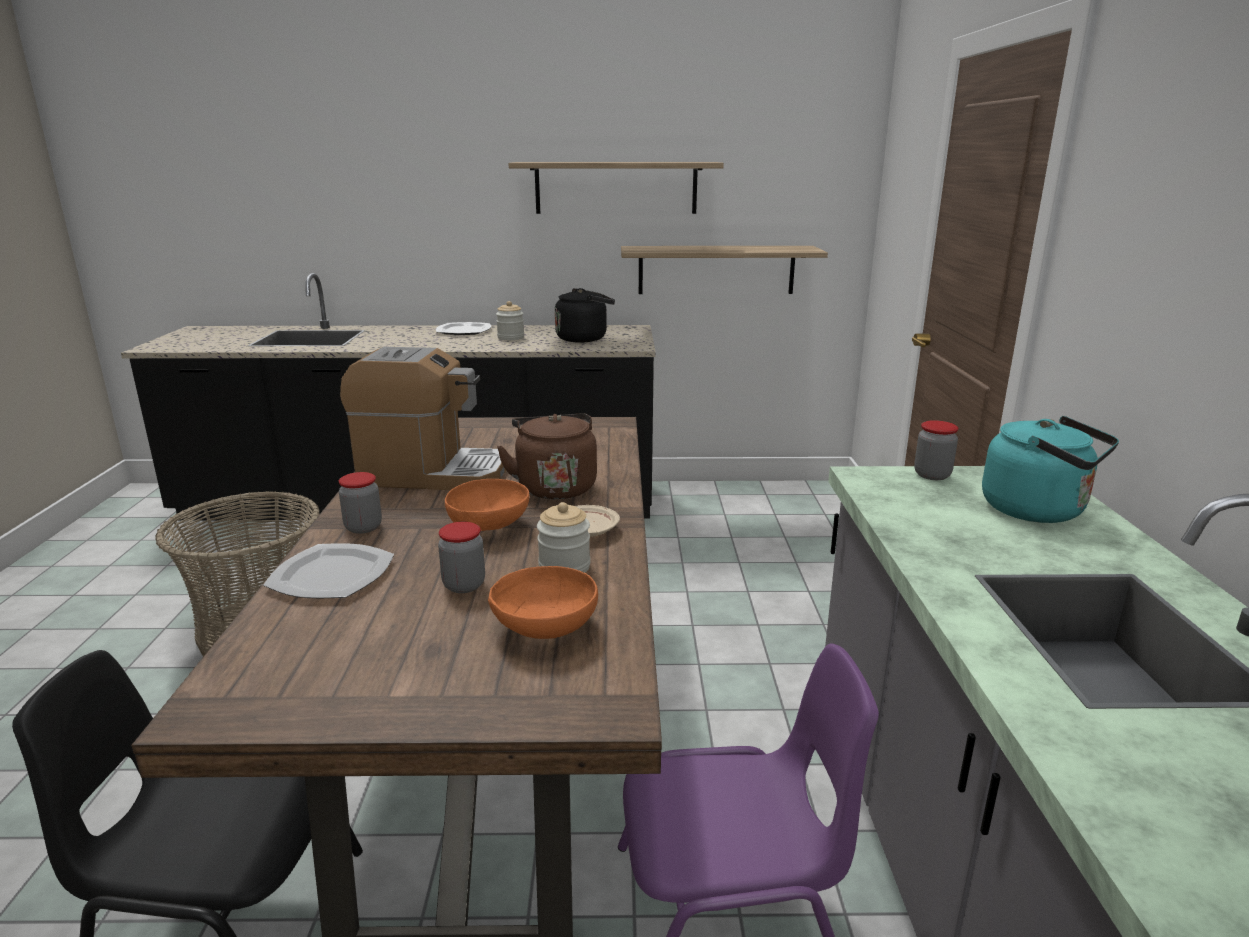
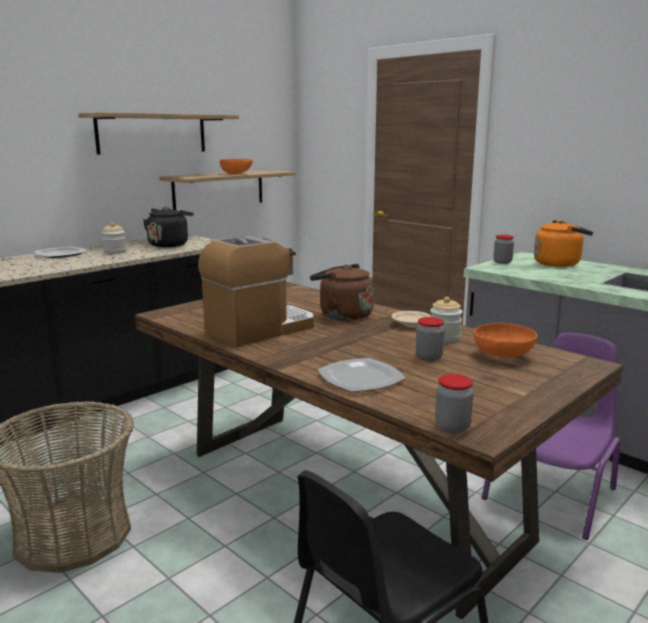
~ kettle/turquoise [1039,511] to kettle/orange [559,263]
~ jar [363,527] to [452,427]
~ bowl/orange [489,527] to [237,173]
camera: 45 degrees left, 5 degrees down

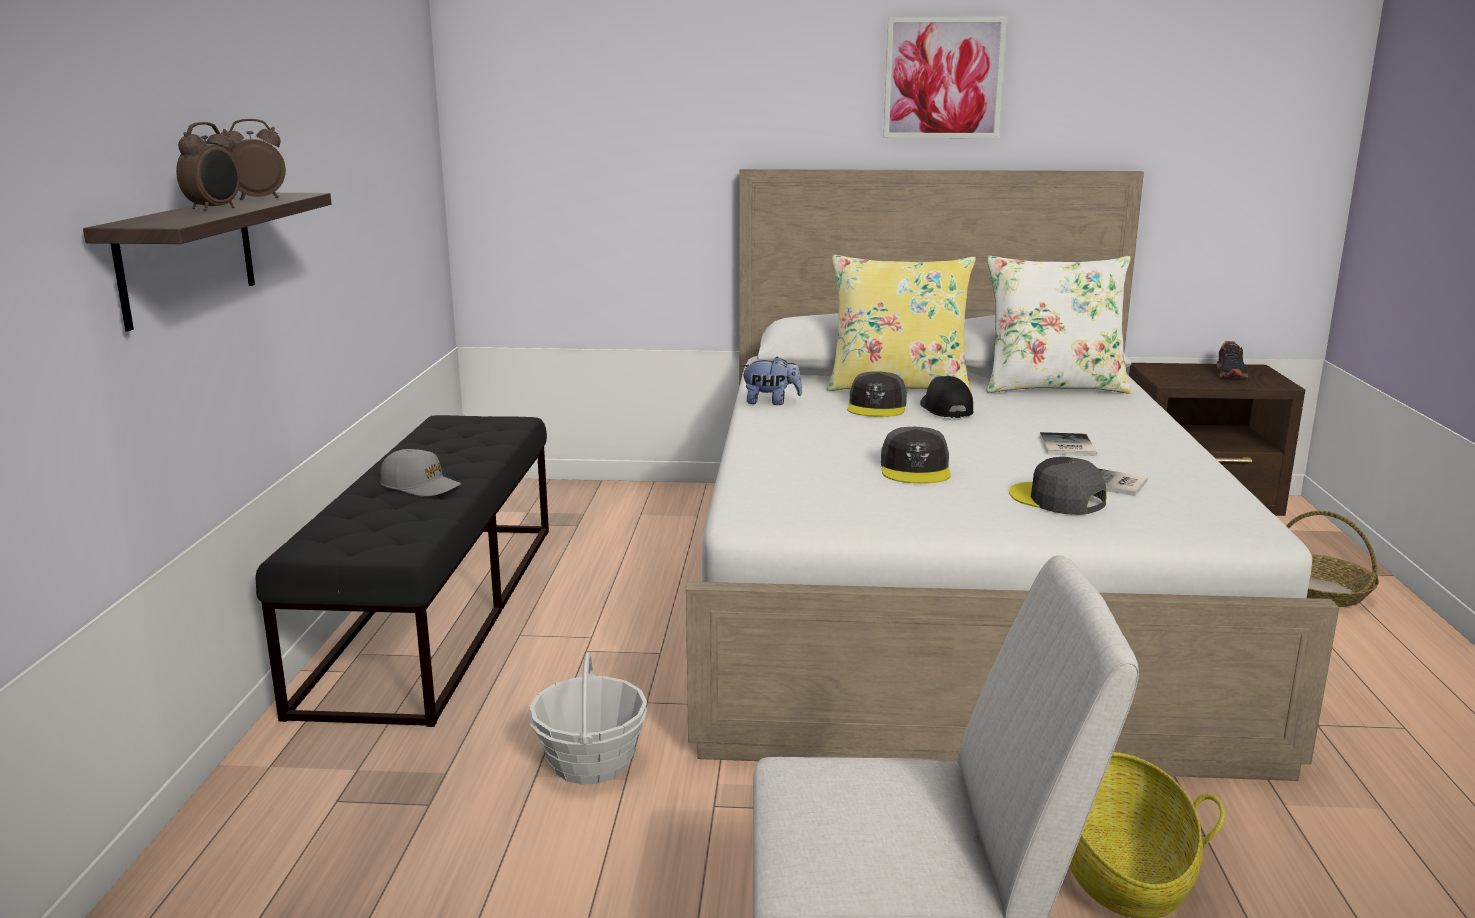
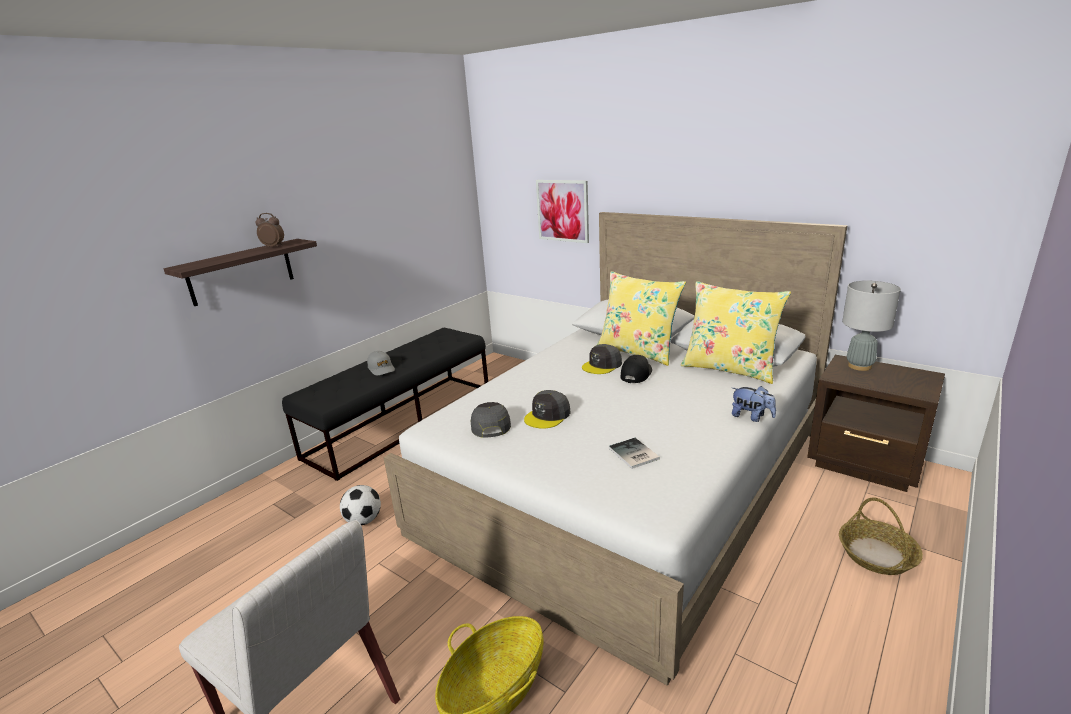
~ picture [943,78] to [563,210]
- alarm clock [215,209]
~ pillow/white [1052,387] to pillow/yellow [729,369]
- shoe [1230,373]
~ plush toy [771,402] to [751,417]
- book [1065,446]
~ cap/grey [1057,499] to [490,424]
~ basket [591,763] to football [364,520]
+ table lamp/grey [859,366]
camera: 35 degrees right, 5 degrees up

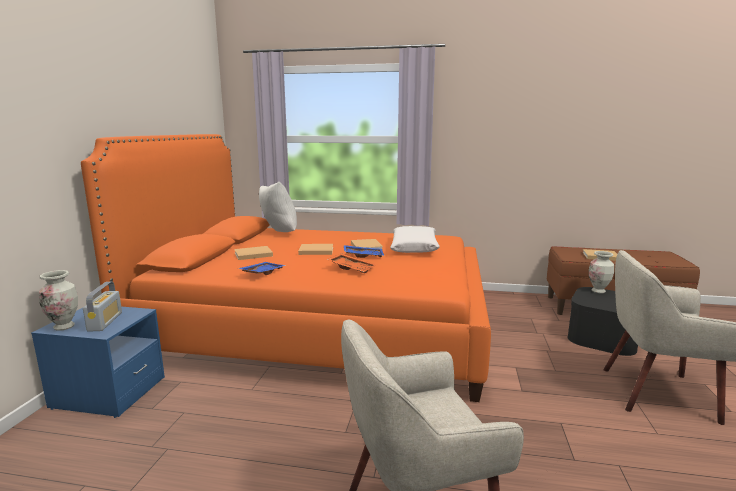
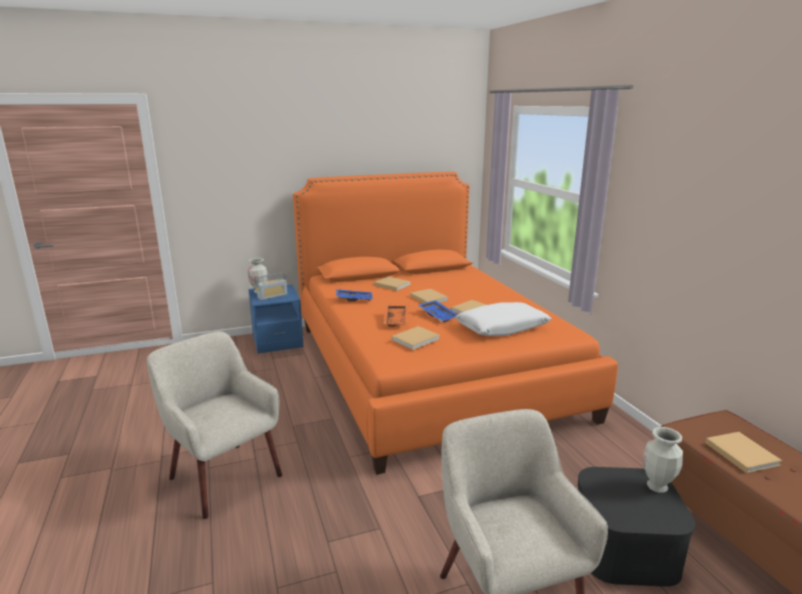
- pillow/white [278,233]
+ book/beige [416,339]
camera: 60 degrees right, 5 degrees up

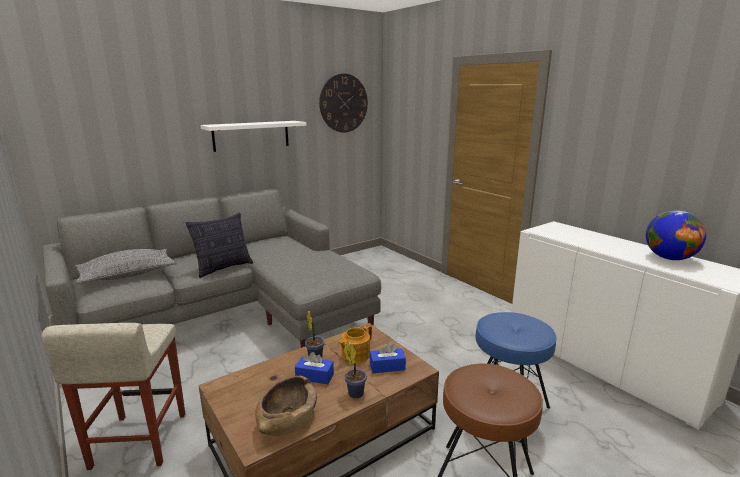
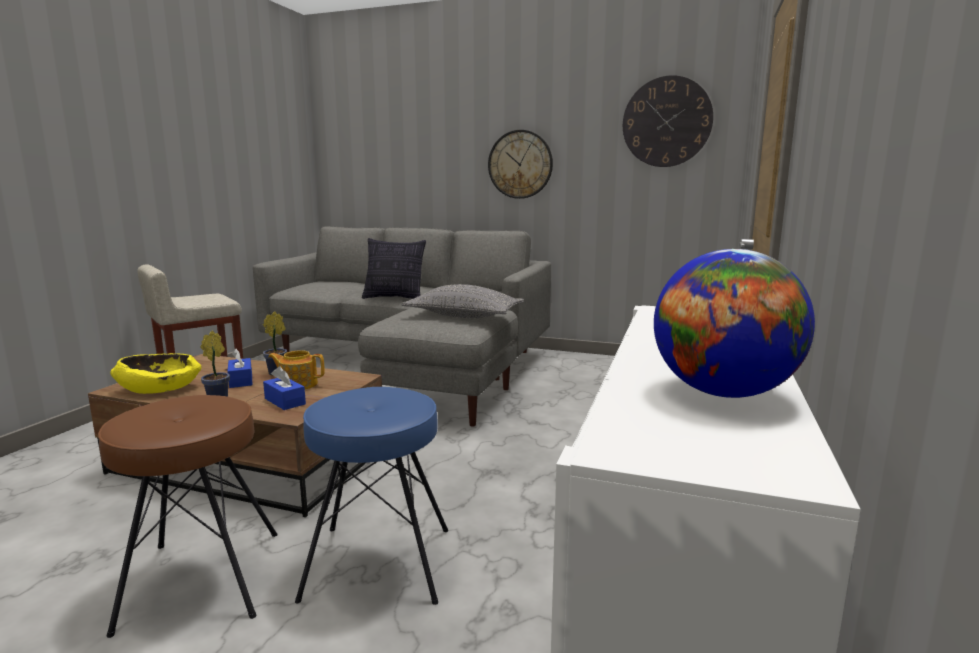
~ shelf/white [251,135] to wall clock [520,164]
~ pillow/grey [128,275] to [464,316]
~ bowl/brown [287,419] to bowl/yellow [160,389]
camera: 55 degrees right, 5 degrees down

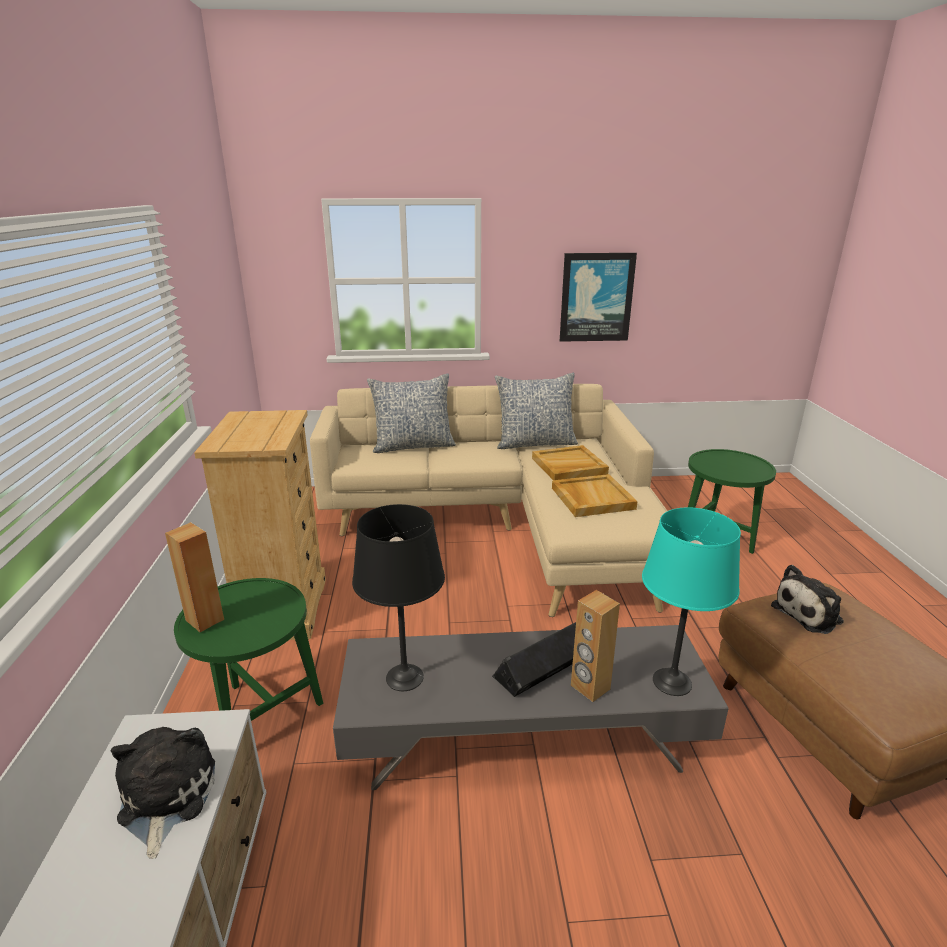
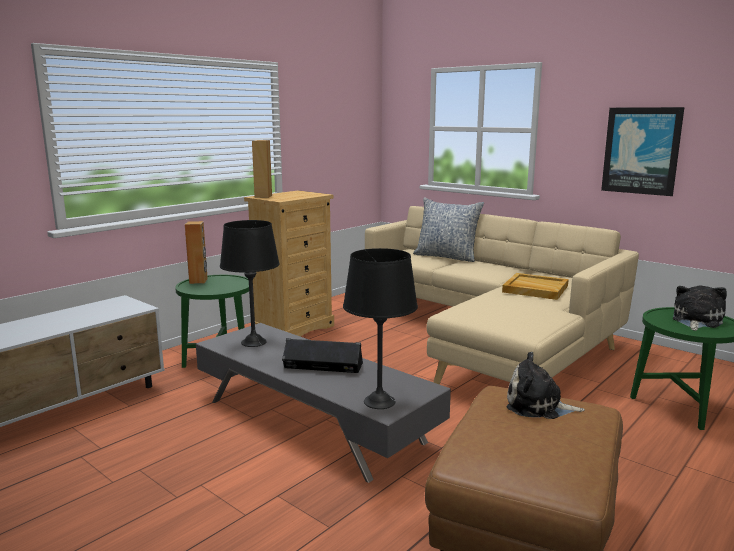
- pillow [535,443]
- tray/beige [591,498]
~ table lamp/turquoise [672,682] to table lamp/black [379,402]
~ speaker/brown [590,687] to [263,196]
~ plush toy [165,798] to [696,320]
camera: 45 degrees right, 10 degrees down

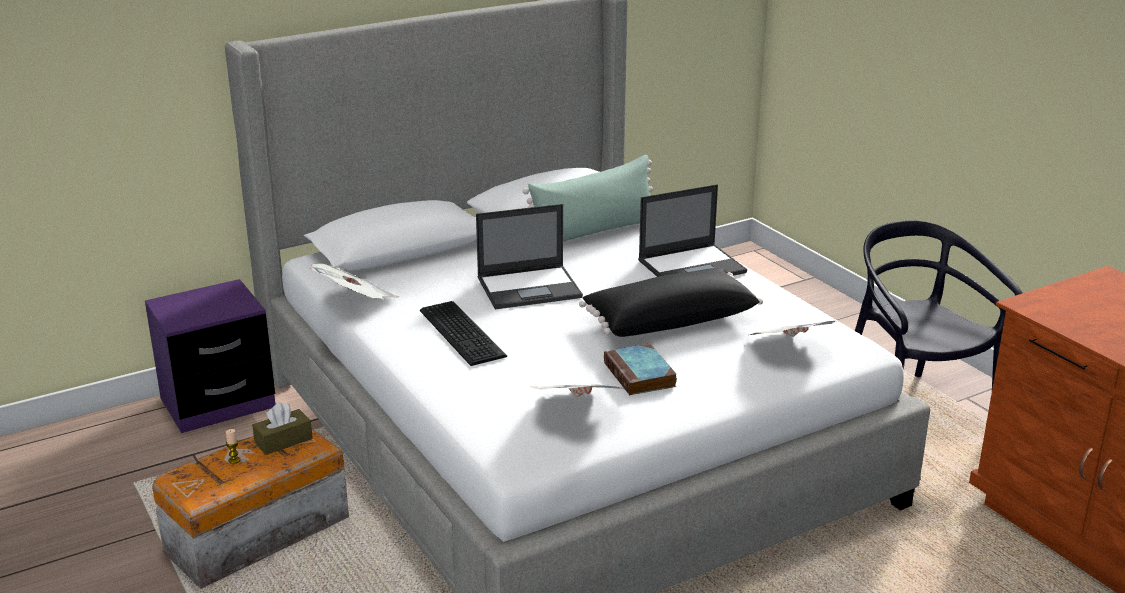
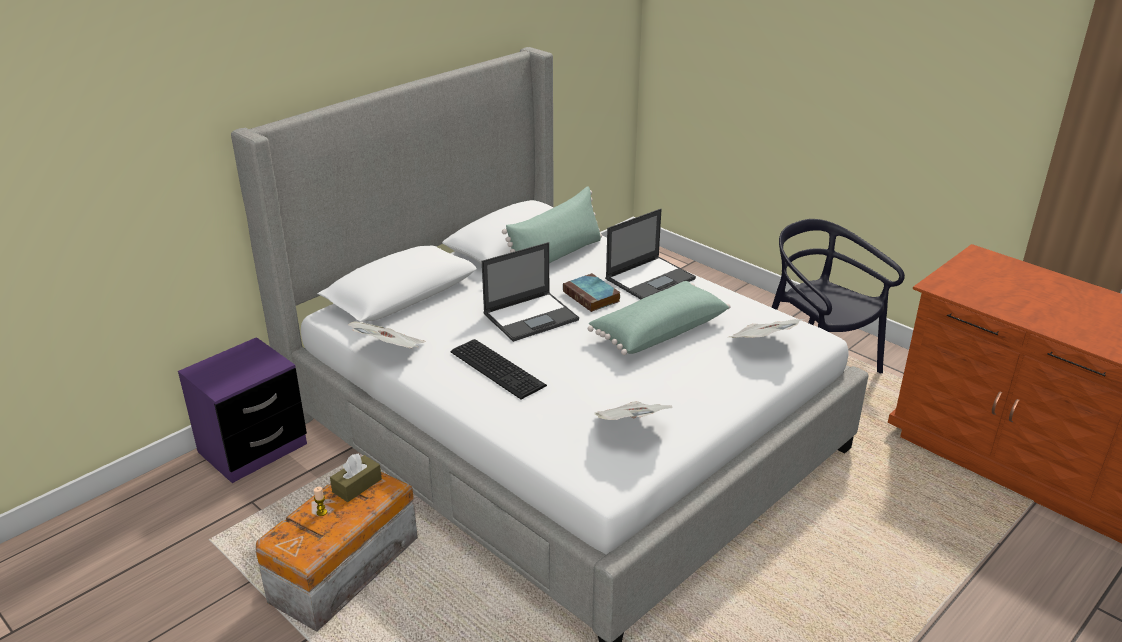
~ pillow/black [669,320] to pillow/green [657,331]
~ book [640,375] to [592,297]
camera: 15 degrees left, 5 degrees up

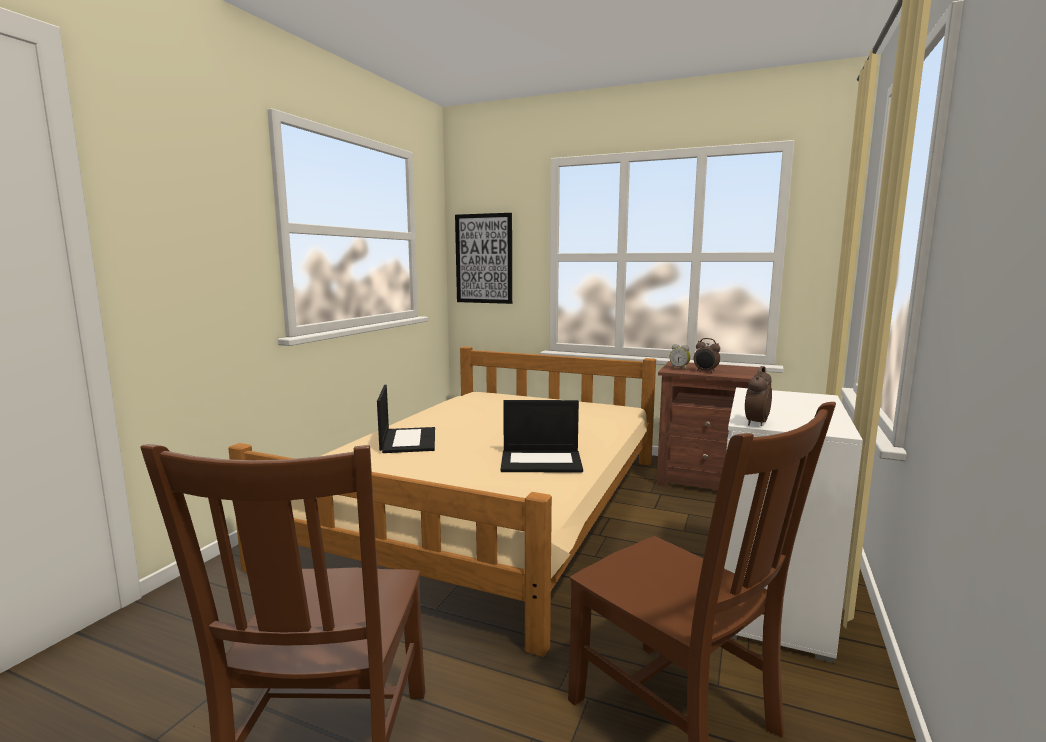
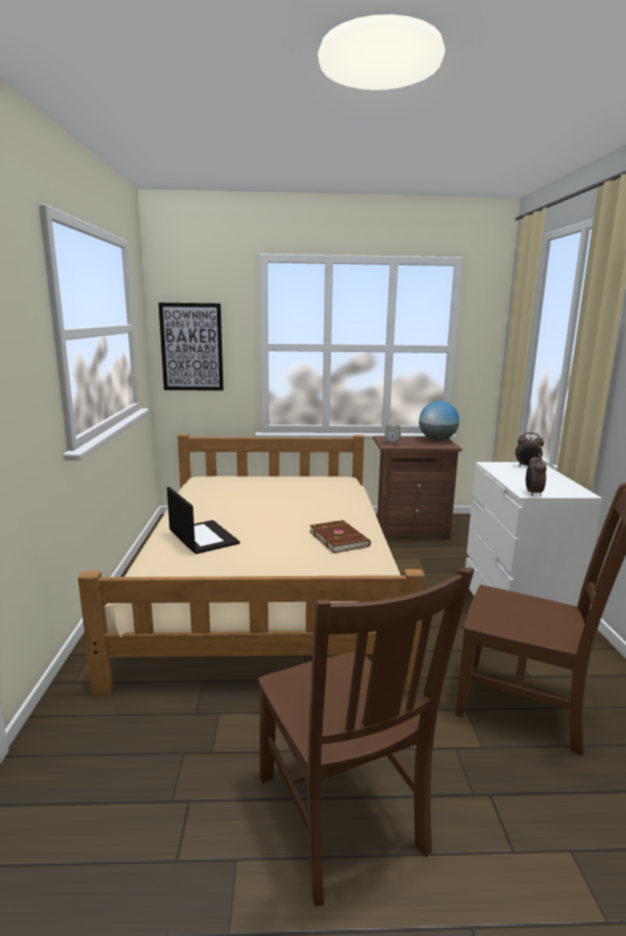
~ alarm clock [705,371] to [527,466]
~ laptop [542,461] to book/brown [339,538]
+ globe [437,440]
camera: 25 degrees left, 5 degrees up

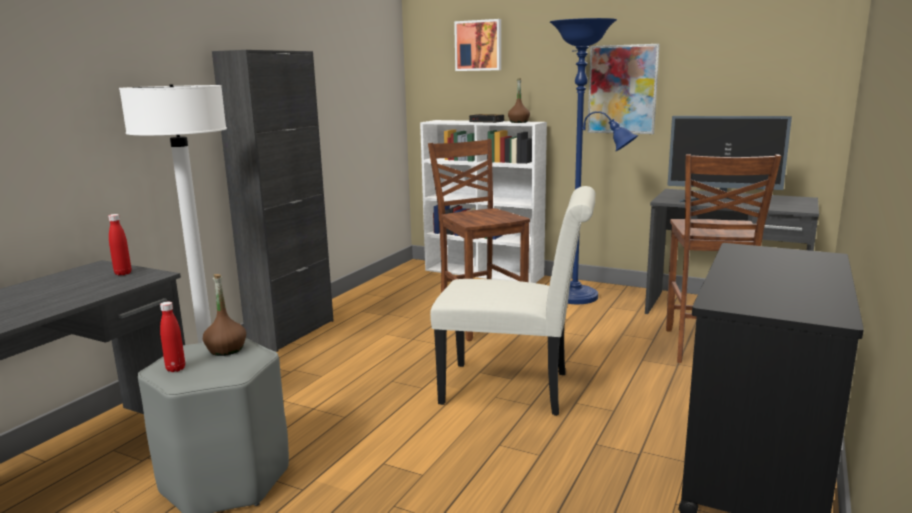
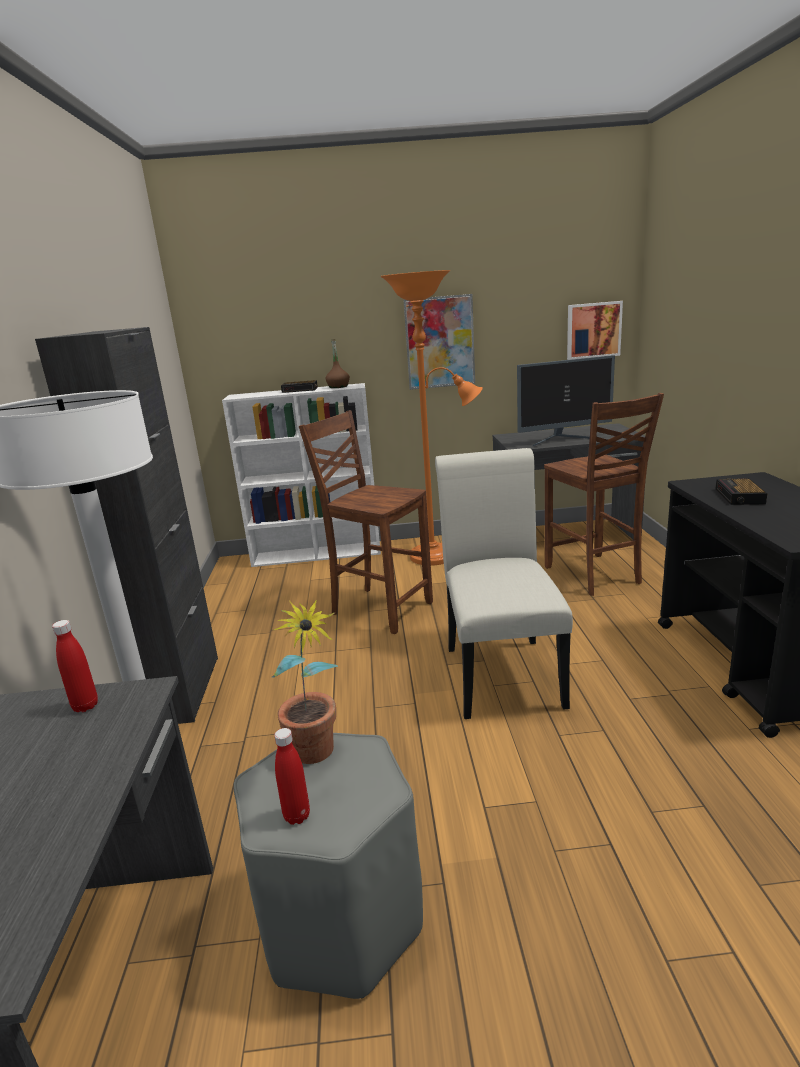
~ floor lamp/blue [581,297] to floor lamp/orange [439,555]
~ picture [479,45] to [593,330]
~ chair/white [515,389] = [500,670] 75 degrees counterclockwise
~ bottle/brown [226,349] to potted plant [317,757]
+ alarm clock [740,496]
camera: 30 degrees left, 5 degrees up

